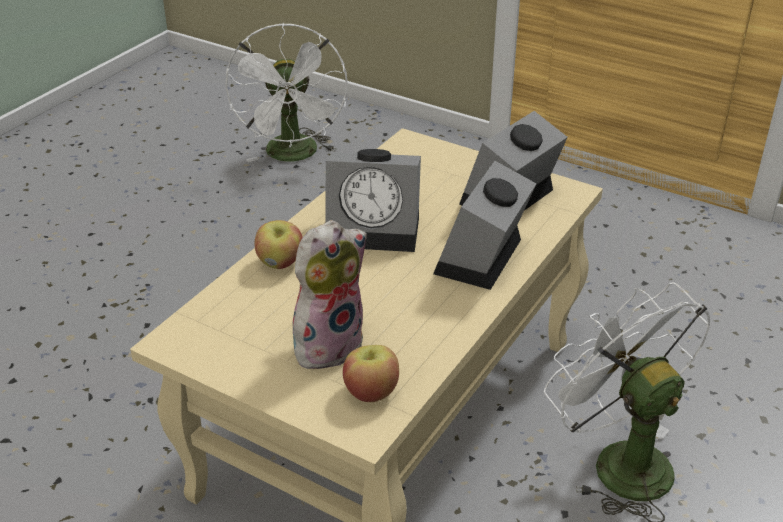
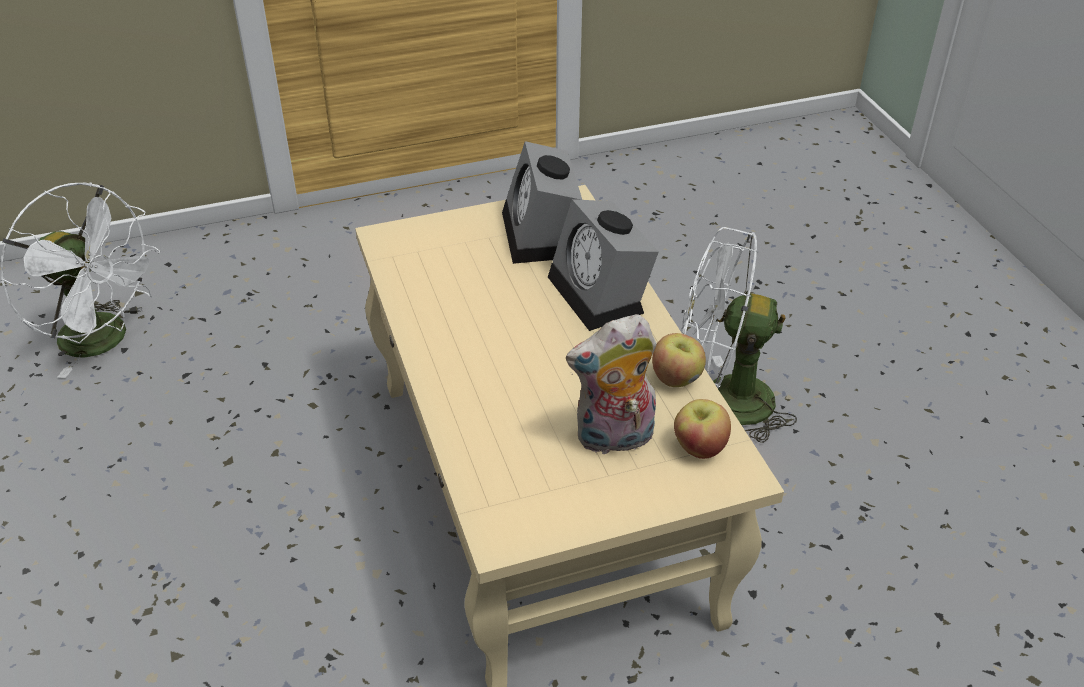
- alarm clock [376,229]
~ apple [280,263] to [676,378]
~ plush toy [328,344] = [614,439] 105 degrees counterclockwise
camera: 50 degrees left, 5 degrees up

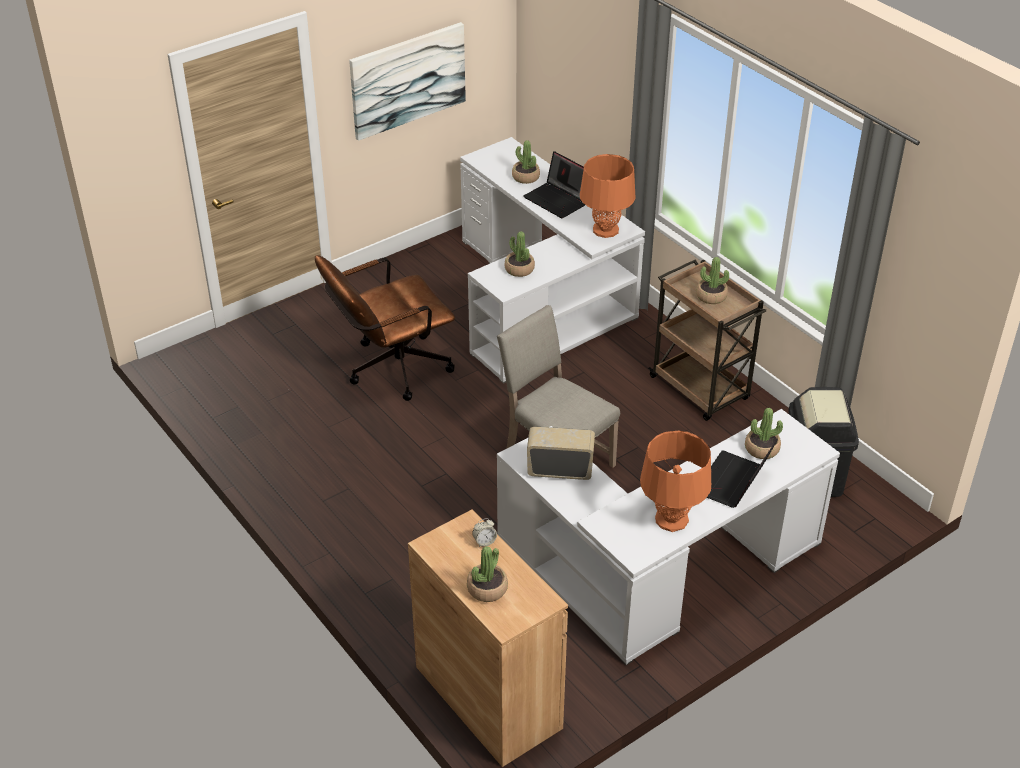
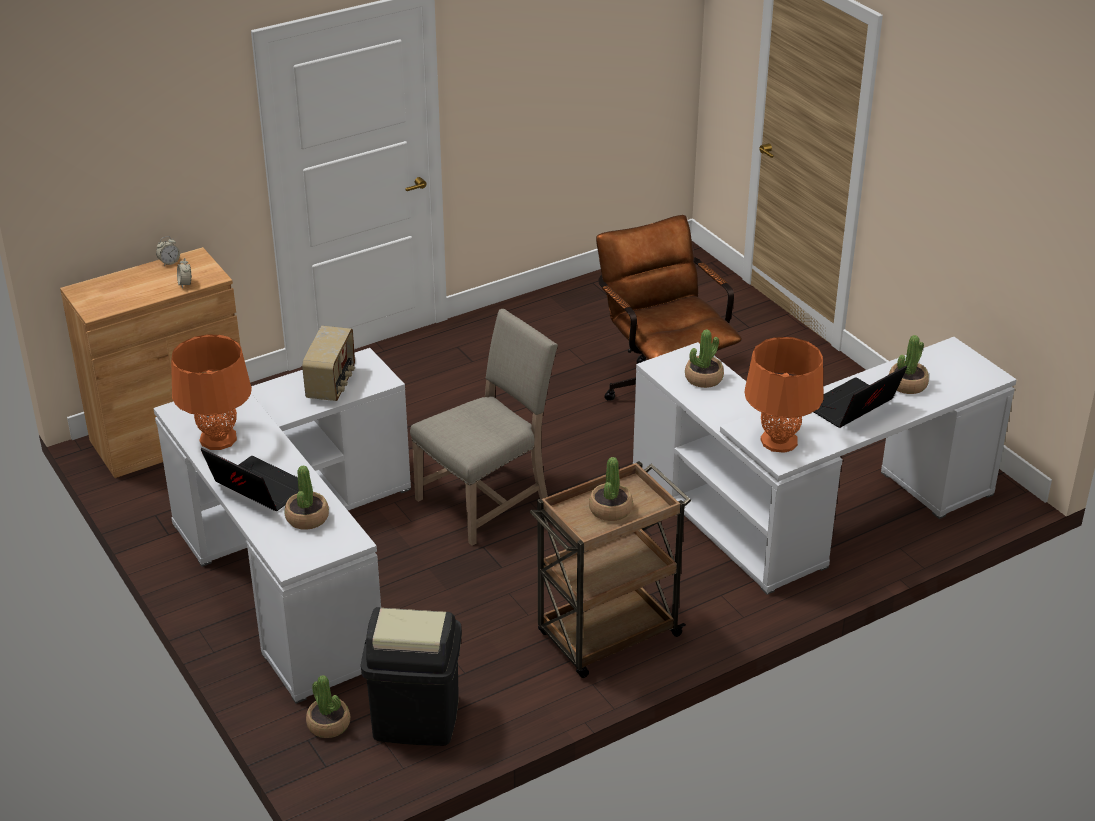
- picture [408,80]
~ potted plant [487,588] to [329,724]
+ alarm clock [169,262]
camera: 95 degrees right, 5 degrees down

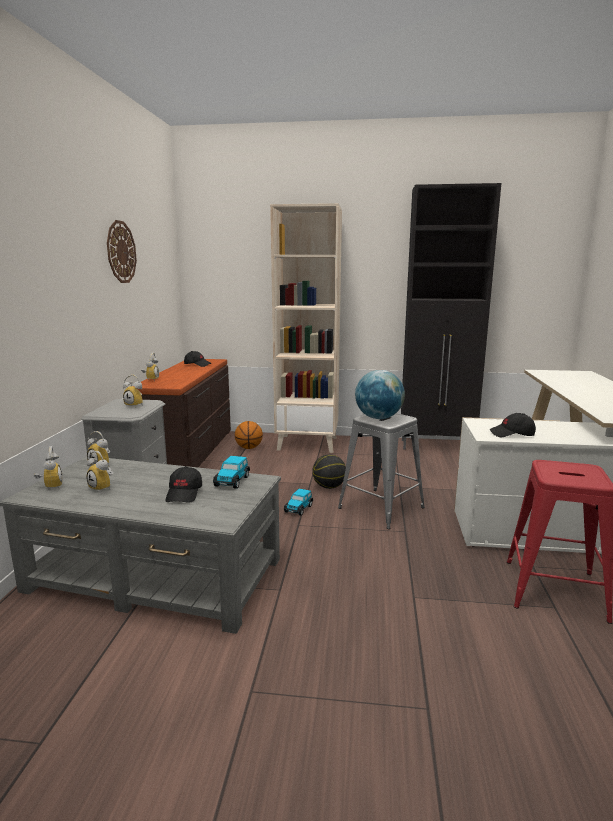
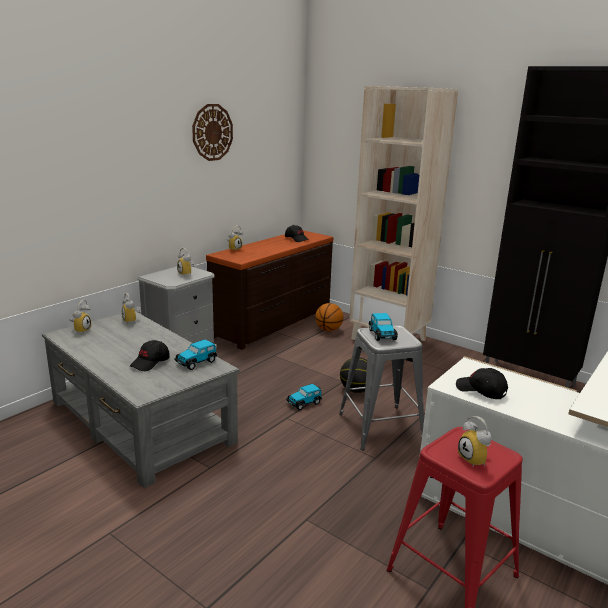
~ globe [378,418] to toy car [382,334]
~ alarm clock [103,488] to [476,460]
camera: 30 degrees right, 5 degrees up

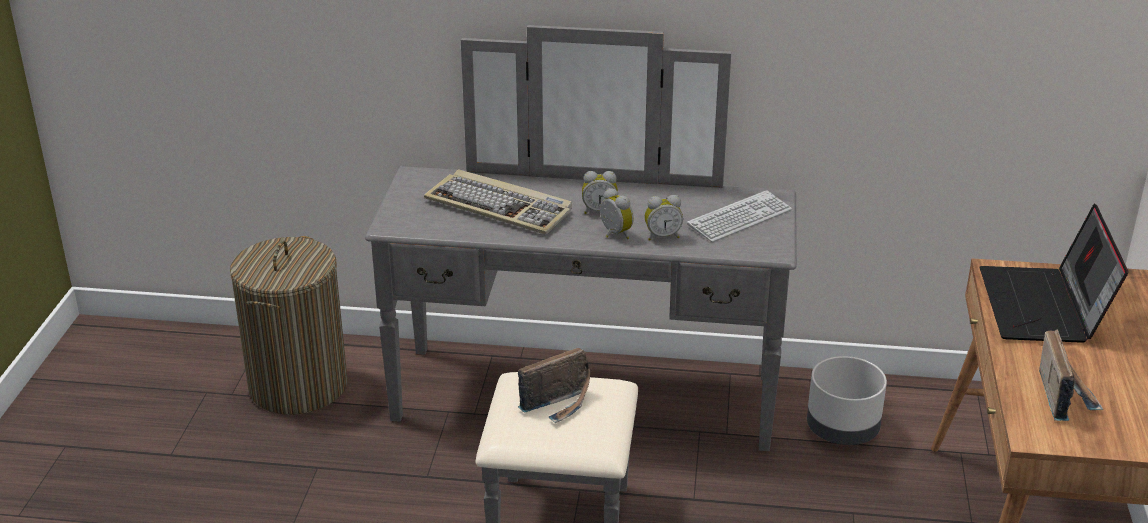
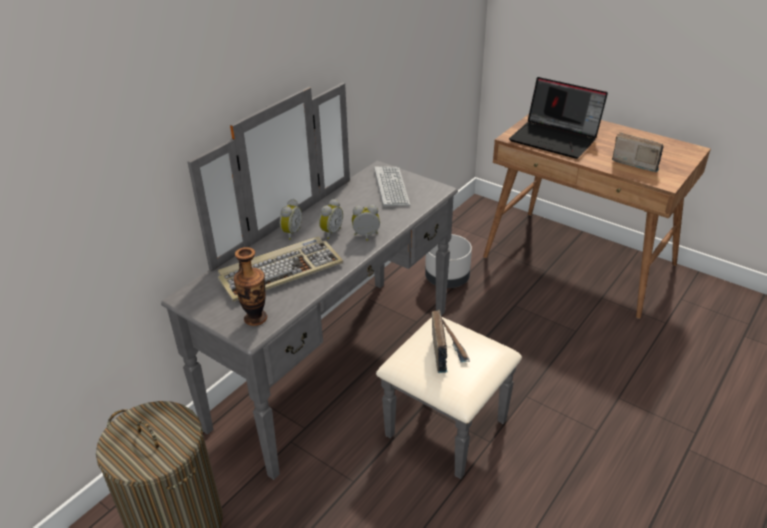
~ alarm clock [662,236] to [290,233]
+ vase [255,318]
camera: 60 degrees left, 5 degrees up

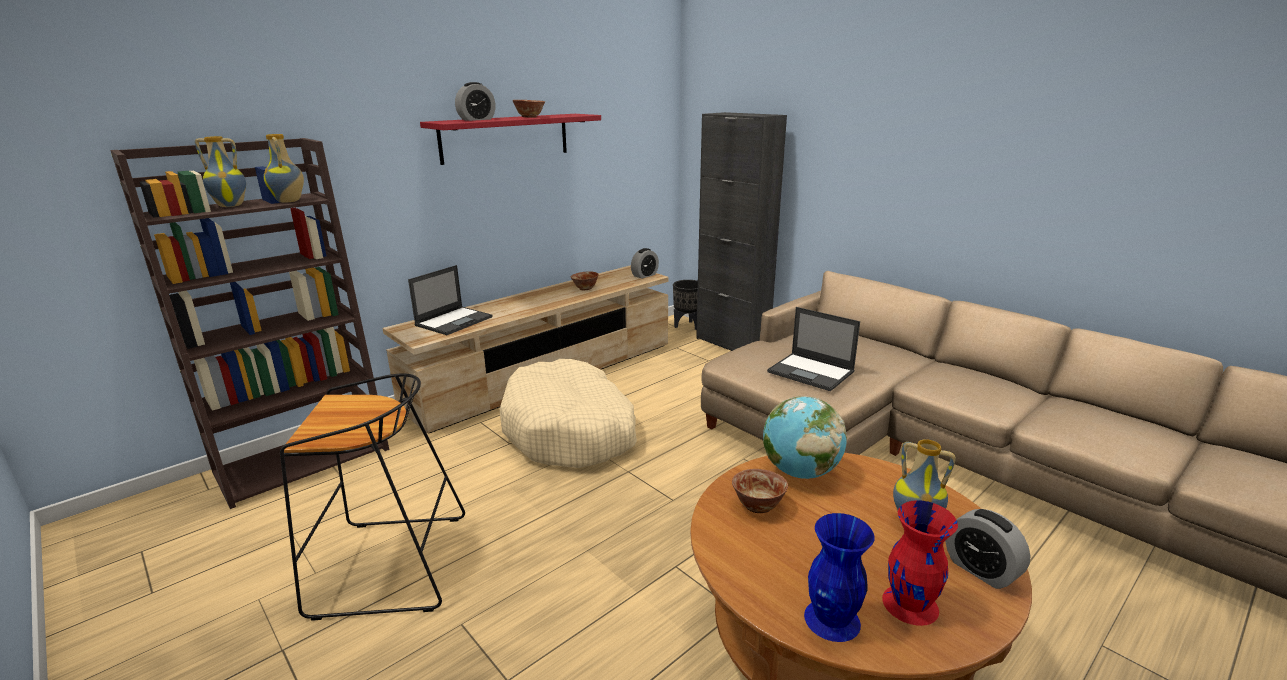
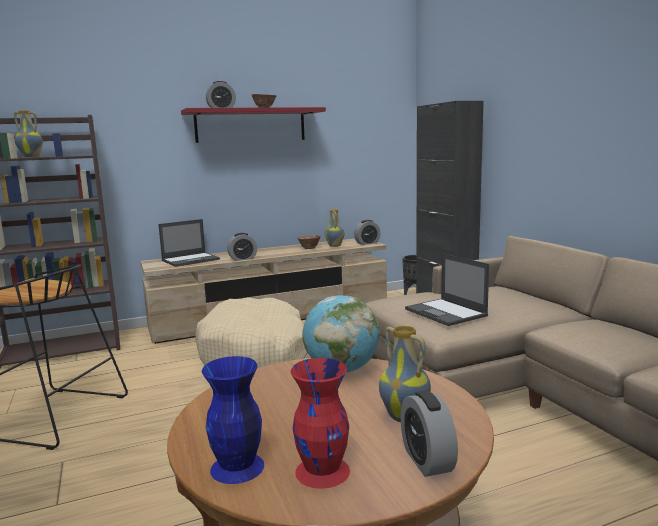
~ vase [290,201] to [335,246]
- bowl [758,506]
+ alarm clock [242,259]
camera: 20 degrees right, 10 degrees down

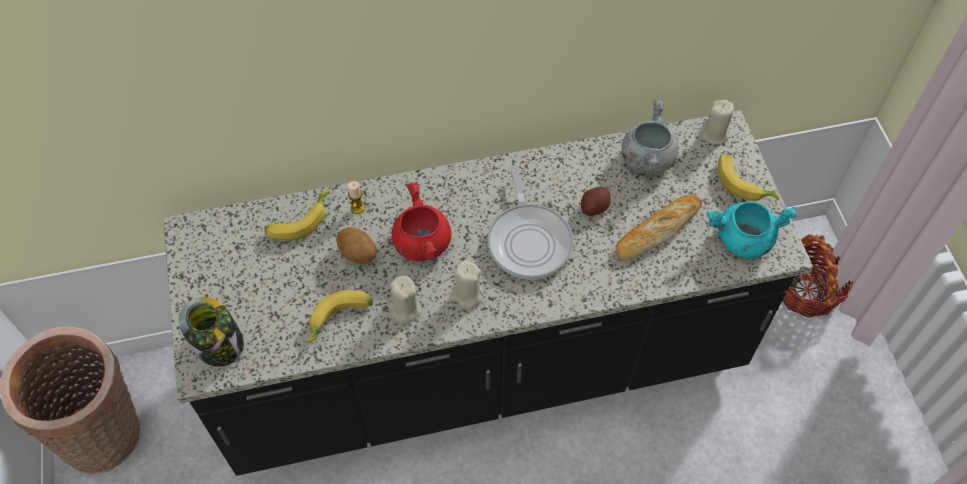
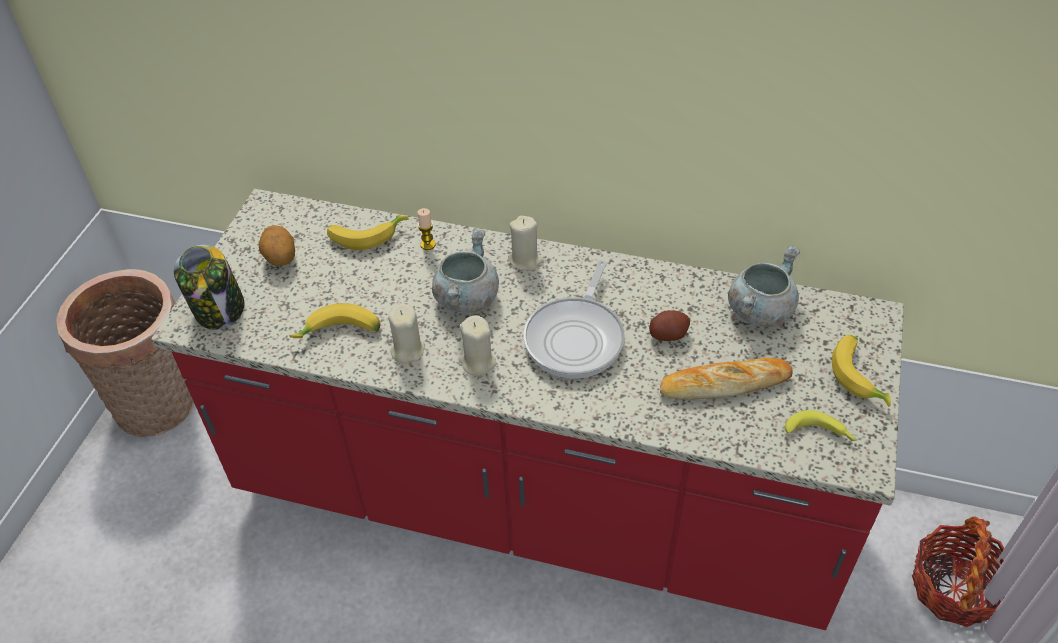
~ candle/beige [714,134] to [525,260]
~ counter/black [483,365] to counter/red [535,501]
~ cooking pot/red [421,242] to cooking pot/grey [466,297]
~ cooking pot/turquoise [742,240] to banana [820,434]
~ potato [357,254] to [280,258]
camera: 30 degrees right, 10 degrees down

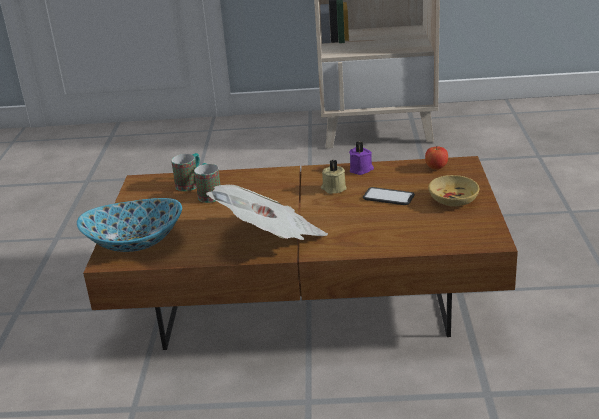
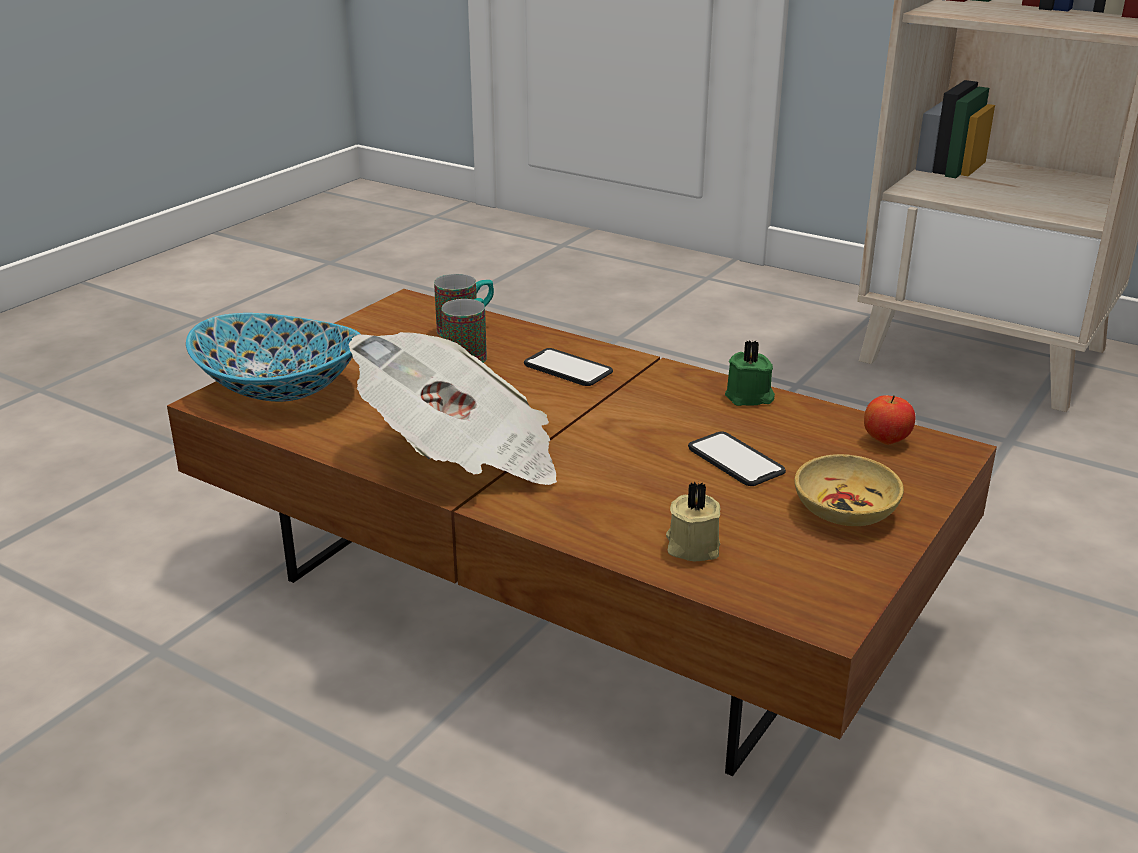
~ candle/purple [361,169] to candle/green [750,397]
~ candle/beige [333,188] to [692,546]
+ phone [568,369]
camera: 30 degrees right, 0 degrees up

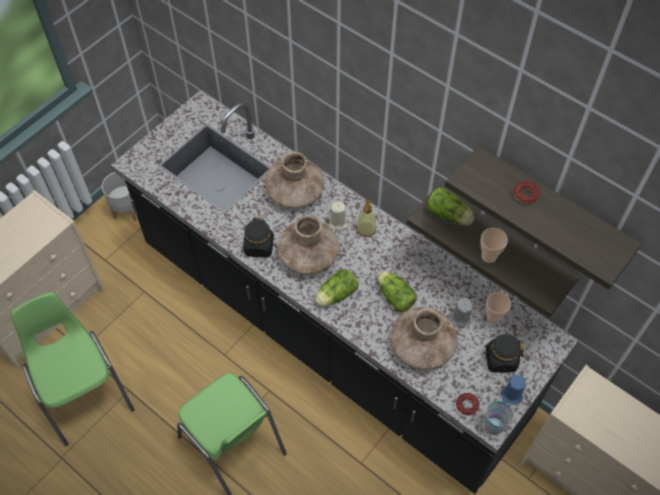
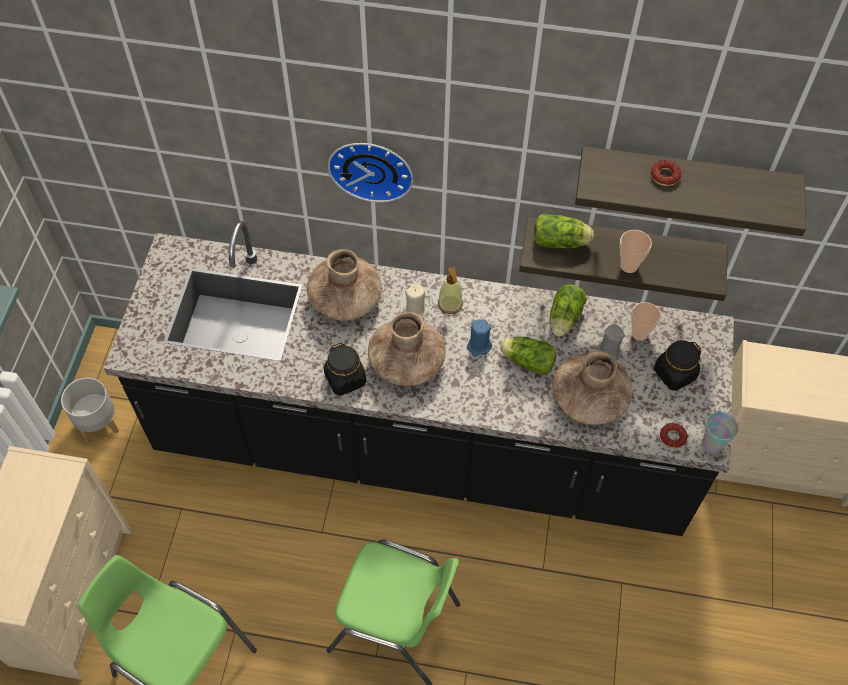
~ lettuce [335,295] to [564,319]
~ candle/blue [511,395] to [478,346]
+ wall clock [371,167]
camera: 30 degrees left, 0 degrees up

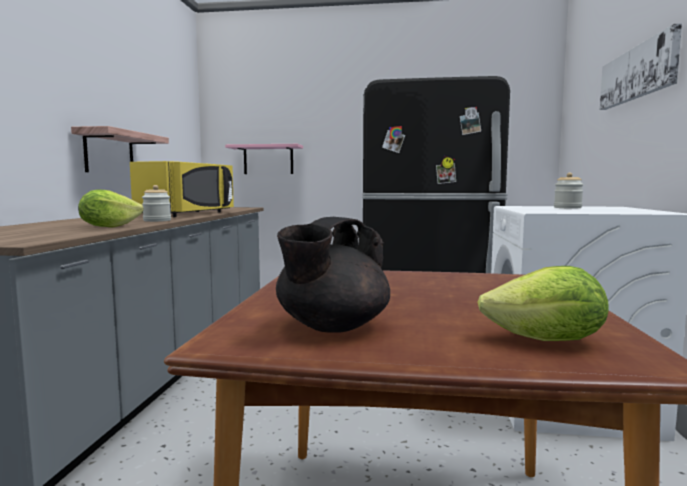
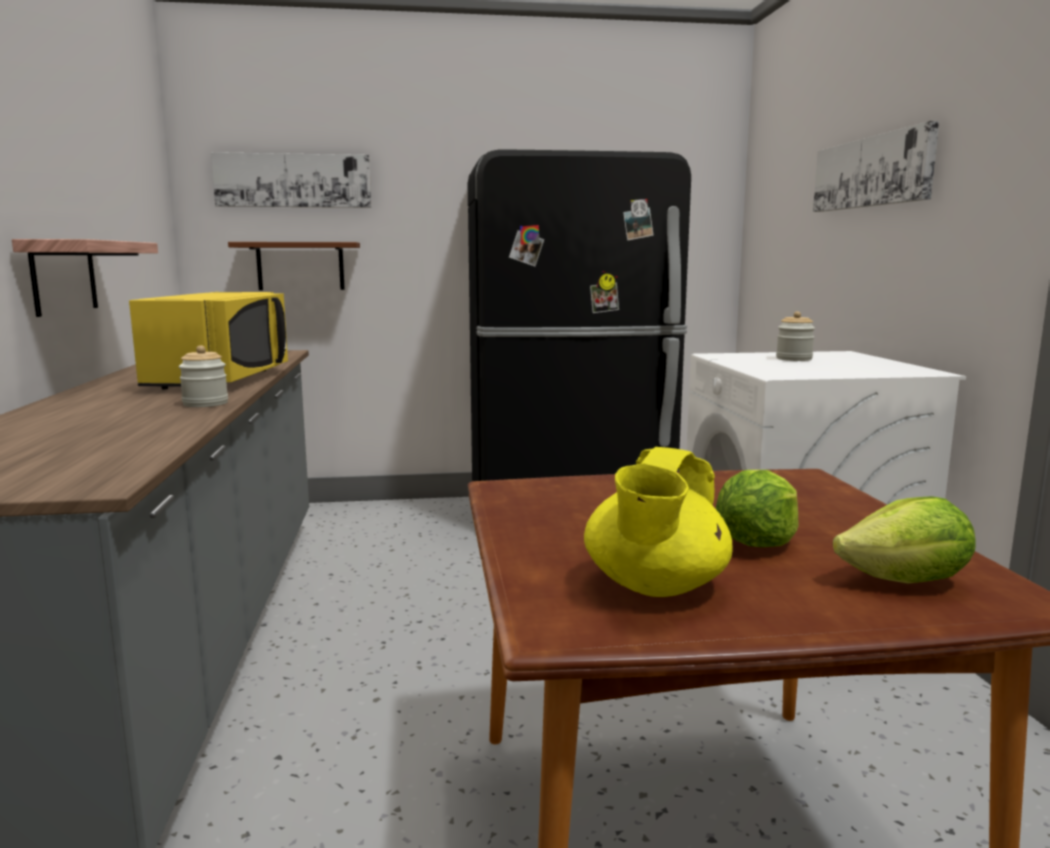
~ shelf/pink [268,160] to shelf/brown [300,266]
~ lettuce [108,227] to [758,542]
~ teapot/black [331,327] to teapot/yellow [655,587]
+ picture [293,181]
camera: 15 degrees left, 5 degrees up

